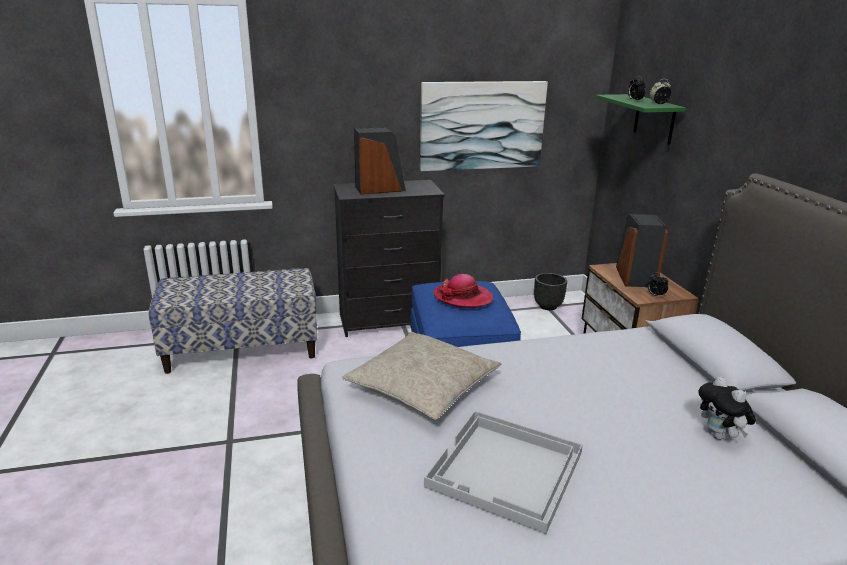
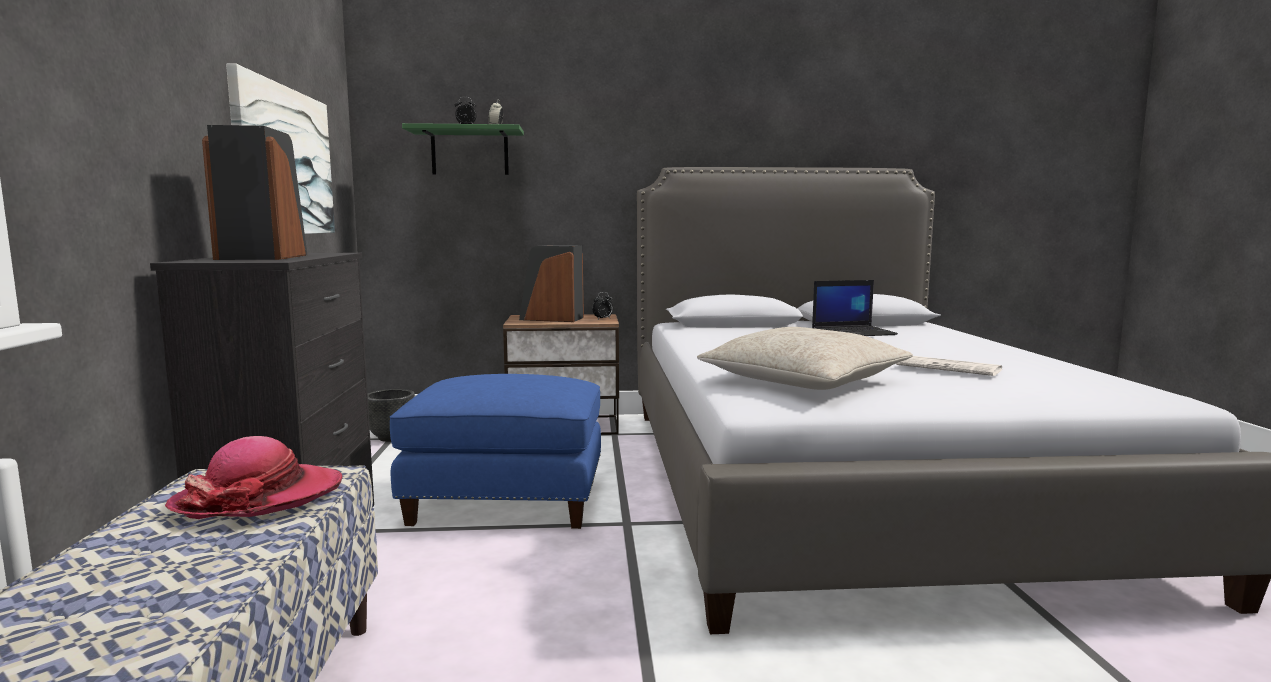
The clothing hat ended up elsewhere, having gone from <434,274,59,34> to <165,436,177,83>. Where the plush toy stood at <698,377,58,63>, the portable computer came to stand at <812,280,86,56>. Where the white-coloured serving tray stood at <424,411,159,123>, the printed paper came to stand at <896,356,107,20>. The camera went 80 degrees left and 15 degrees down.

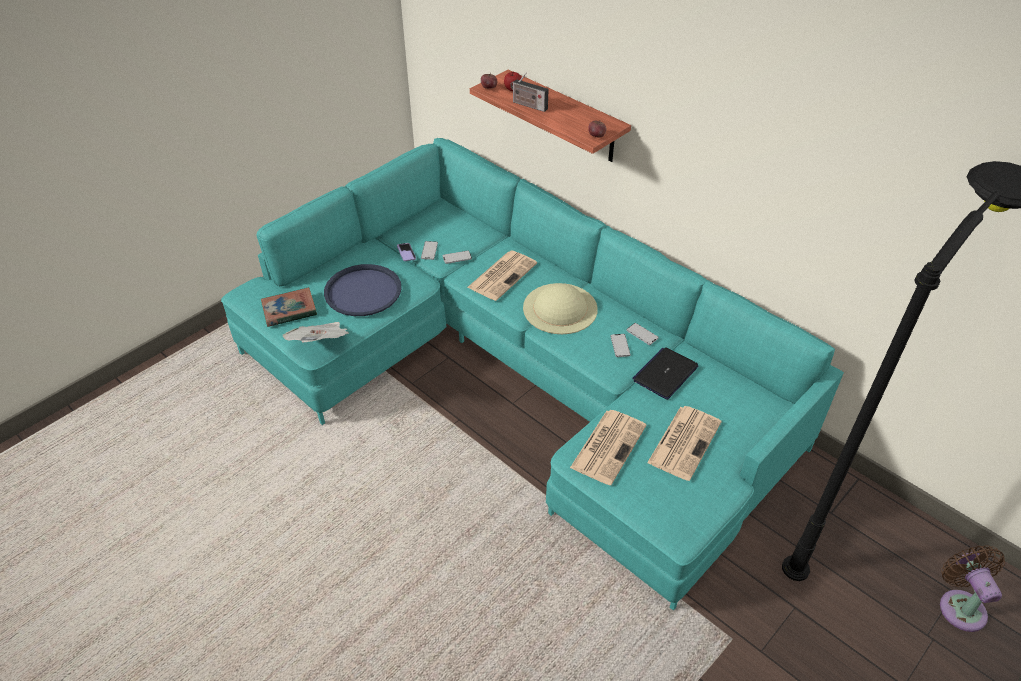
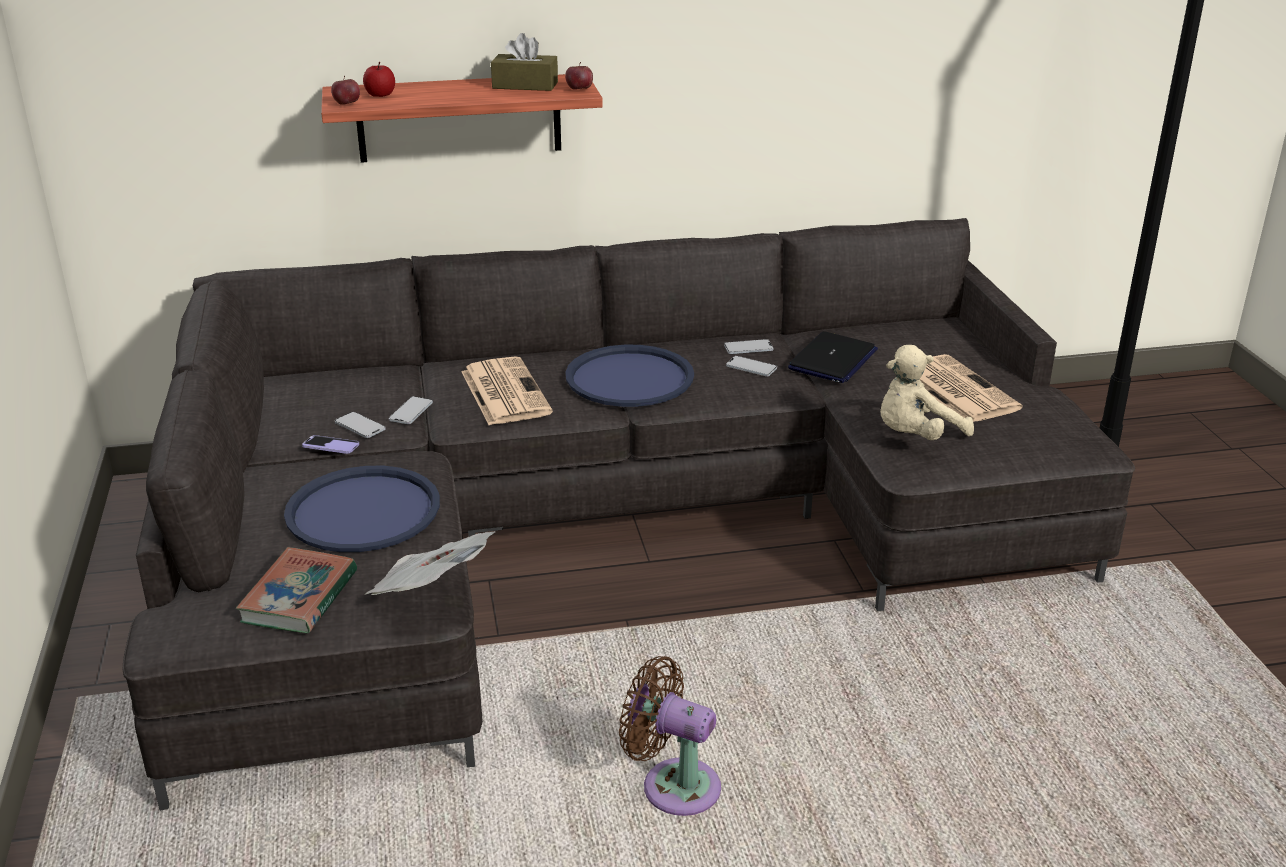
What was the turquoise-coloured settee at <221,138,623,472> turned into the greyish settee at <123,218,1012,593>. The second view gained the brownish tissue box at <491,33,67,58>. Where the beige clothing hat stood at <523,283,75,51>, the bluish serving tray came to stand at <565,345,129,62>. The brownish fan ended up elsewhere, having gone from <940,545,65,87> to <619,656,102,160>. The portable computer at <632,347,66,53> ended up facing another way, 135 degrees counterclockwise from before. Where the printed paper stood at <570,410,76,75>, the beige plush toy came to stand at <880,345,94,95>. The second view lost the radio receiver at <510,72,39,40>. The camera went 55 degrees left and 15 degrees down.

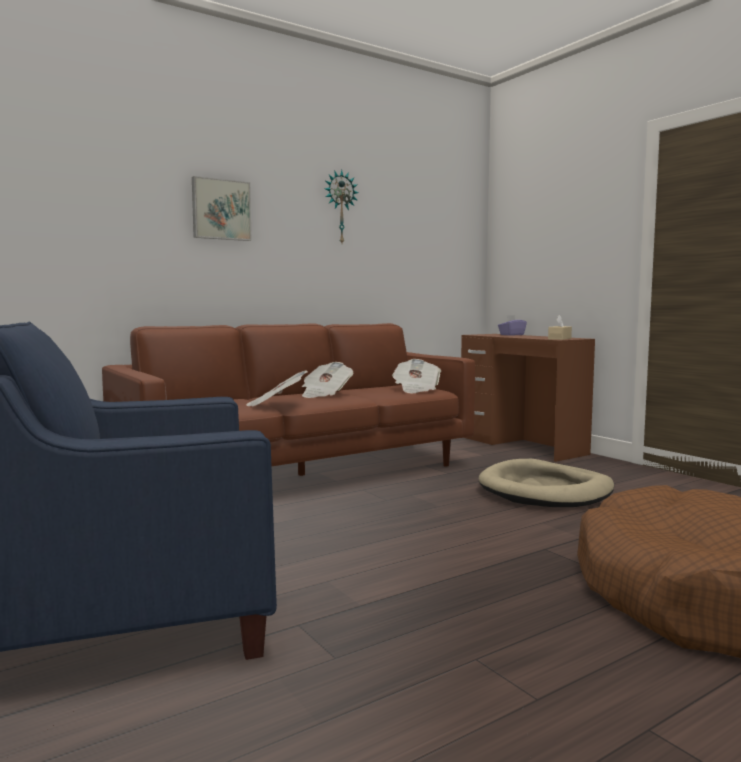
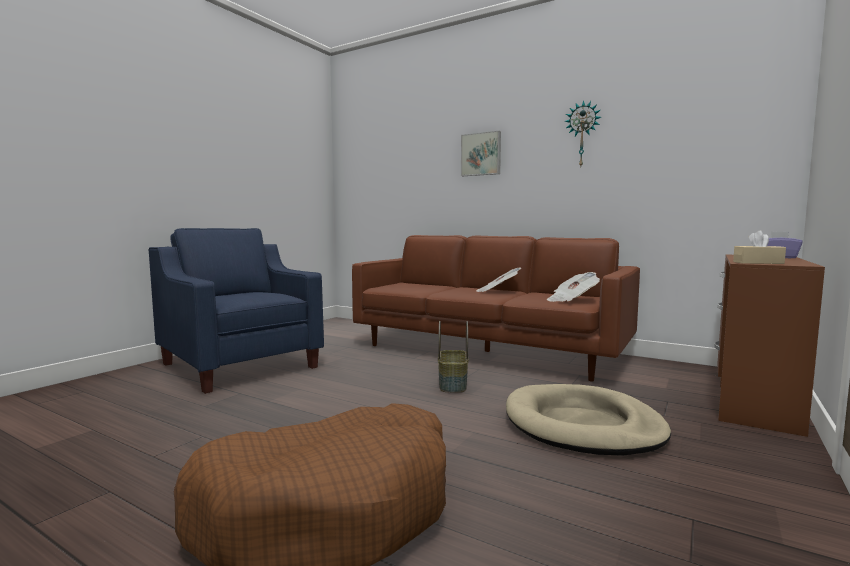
The second view gained the basket at <438,321,31,72>. The second view lost the printed paper at <246,370,62,37>. The camera went 65 degrees right and 0 degrees up.

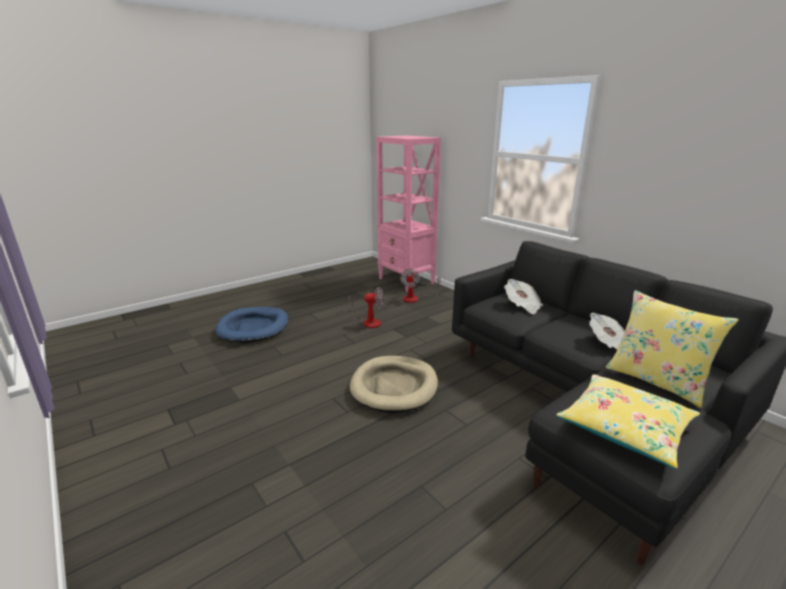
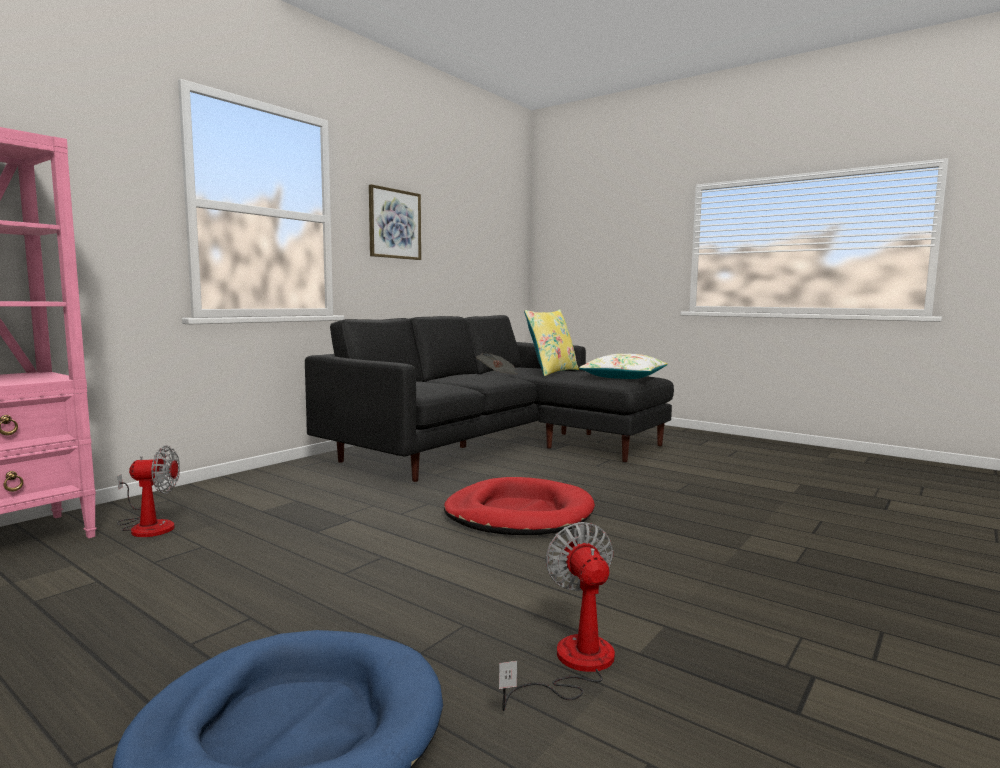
The second view gained the wall picture at <369,184,52,76>. What was the beige dog cushion at <350,356,88,57> turned into the red dog cushion at <444,477,151,58>. The fan ended up elsewhere, having gone from <349,287,34,41> to <499,522,116,189>. What was the yellow-coloured cushion at <556,374,144,95> turned into the white-coloured cushion at <579,354,89,25>. The second view lost the printed paper at <504,279,39,35>. The camera went 105 degrees left and 15 degrees down.

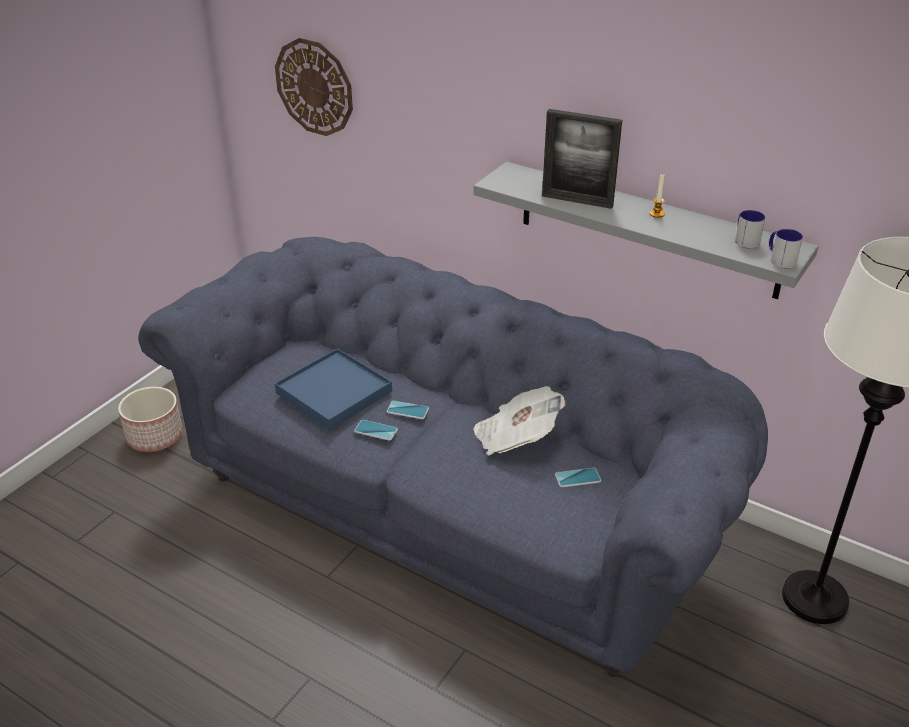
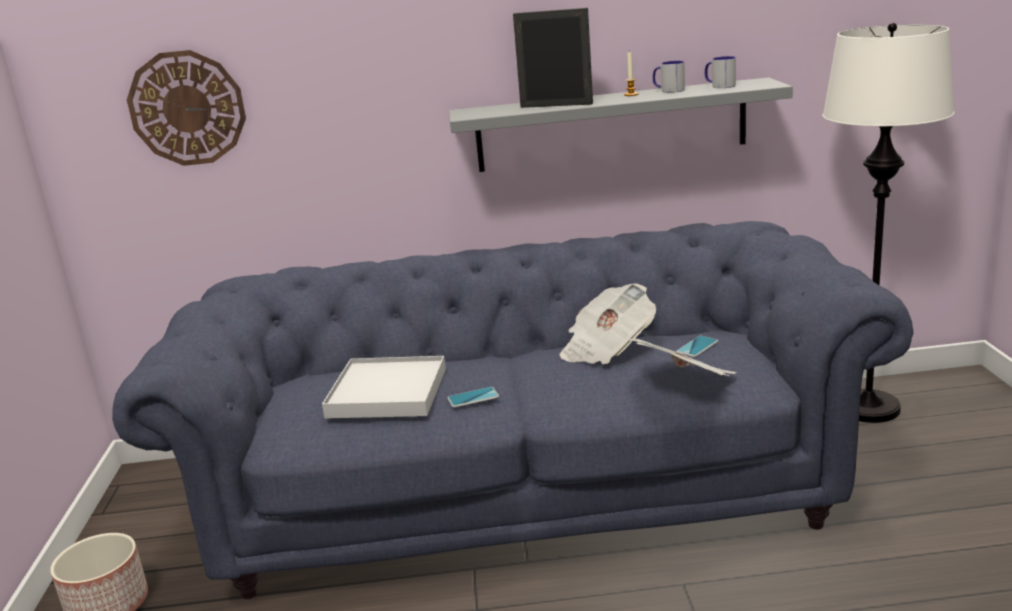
What was the bluish serving tray at <275,348,117,82> turned into the white-coloured serving tray at <322,356,124,62>. The picture frame at <542,109,80,100> ended up facing another way, 150 degrees counterclockwise from before. The second view gained the printed paper at <629,338,107,38>. The tea mug ended up elsewhere, having gone from <769,229,34,40> to <653,61,32,32>. The second view lost the telephone at <387,401,42,18>. The camera went 35 degrees left and 15 degrees down.

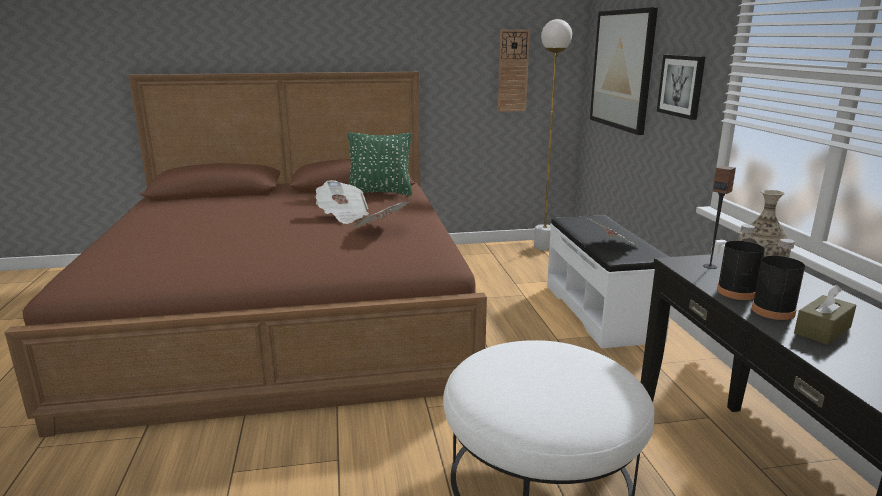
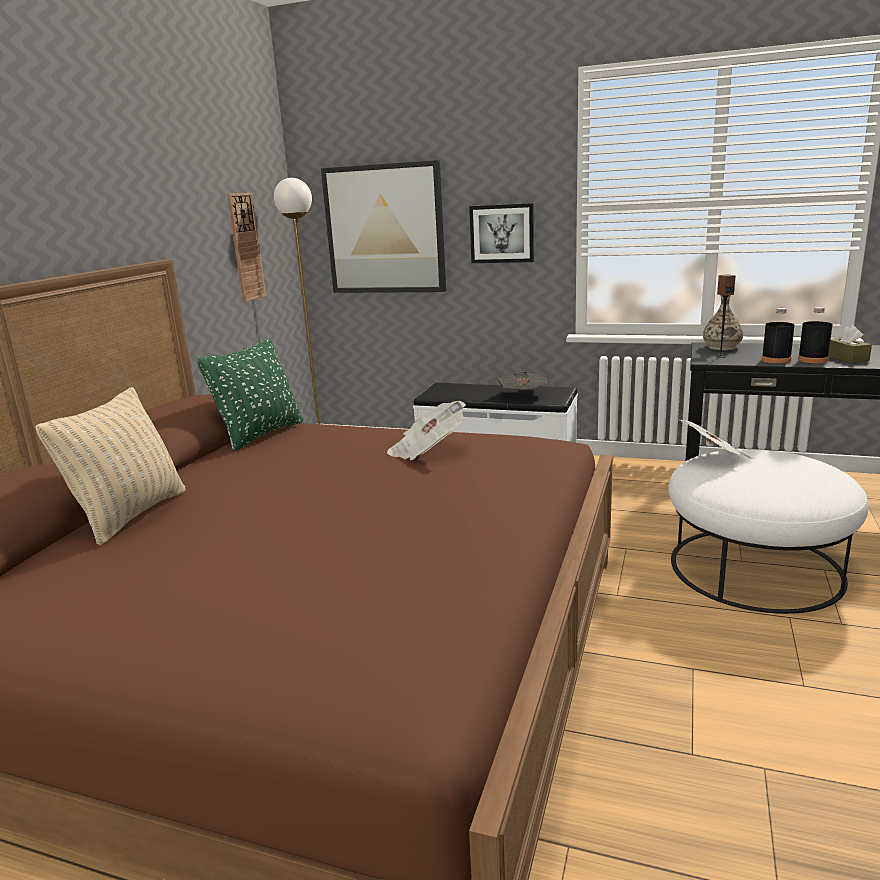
The second view gained the beige cushion at <35,387,151,159>. The printed paper ended up elsewhere, having gone from <316,180,53,44> to <680,420,75,39>. The camera went 60 degrees left and 0 degrees up.

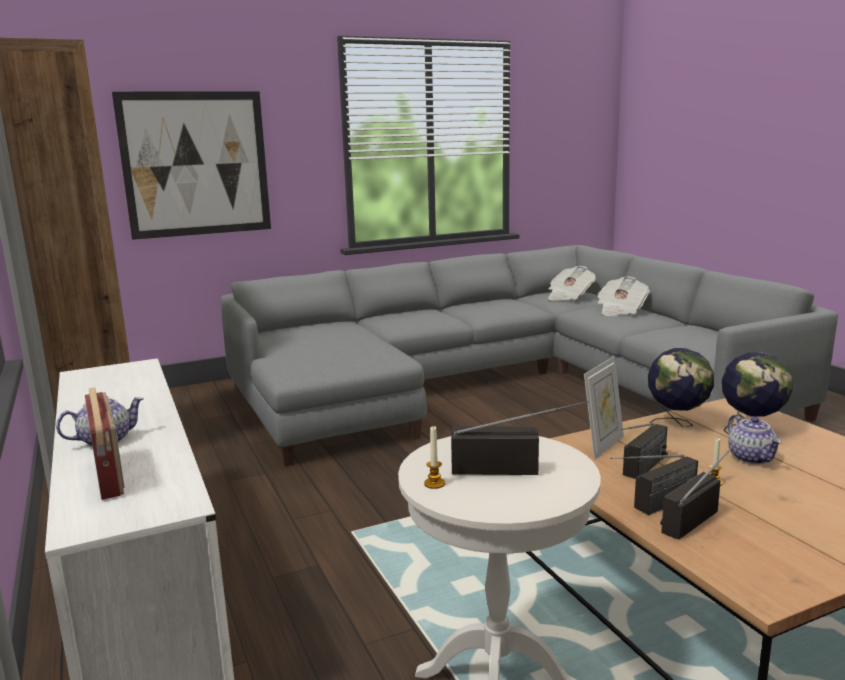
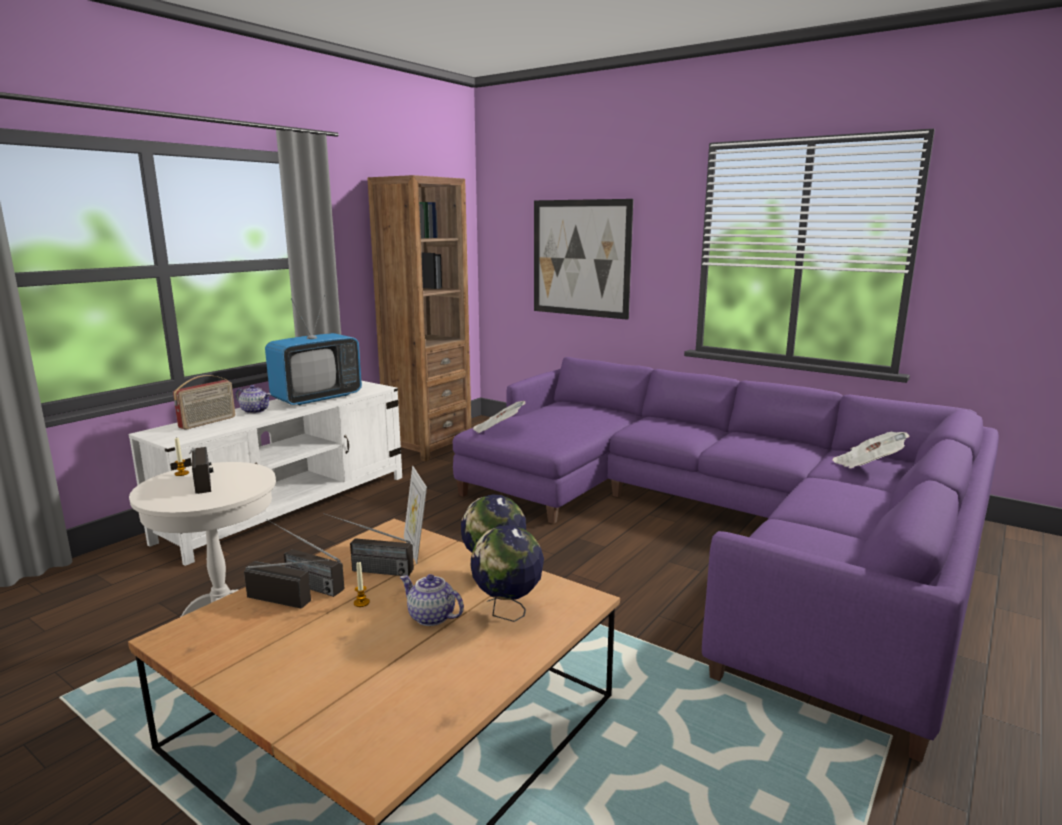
The second view gained the TV at <265,295,97,111>. The tea pot at <728,414,54,50> ended up facing another way, 75 degrees clockwise from before. The picture frame at <584,356,40,104> ended up facing another way, 60 degrees clockwise from before. What was the greyish settee at <221,245,617,221> turned into the purplish settee at <453,357,546,405>. The printed paper ended up elsewhere, having gone from <597,276,53,40> to <473,401,52,32>. The camera went 60 degrees right and 0 degrees up.

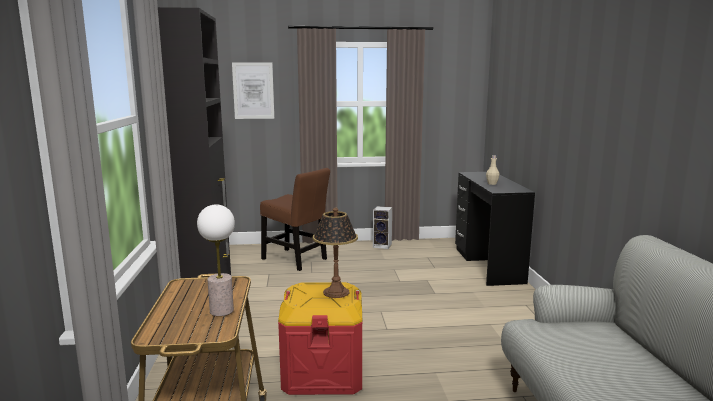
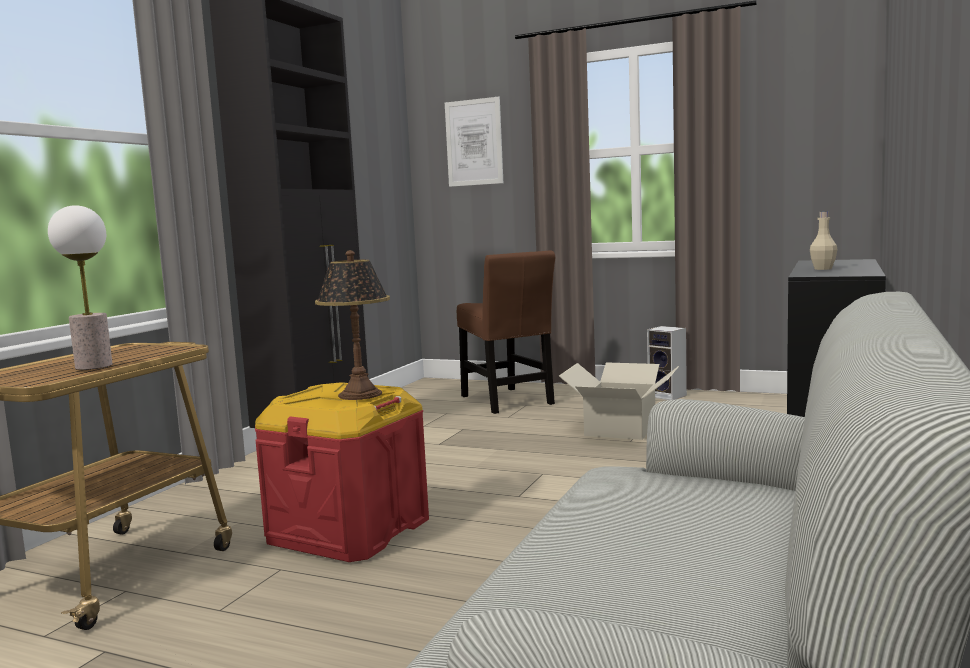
The second view gained the cardboard box at <559,362,120,78>. The camera went 30 degrees right and 5 degrees down.

